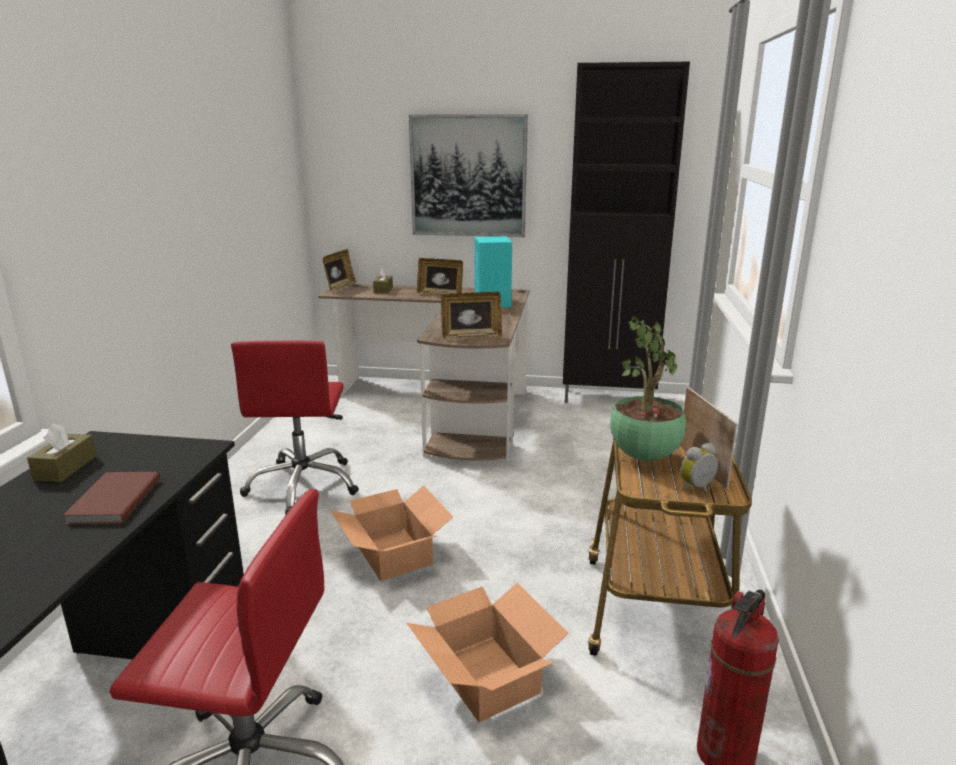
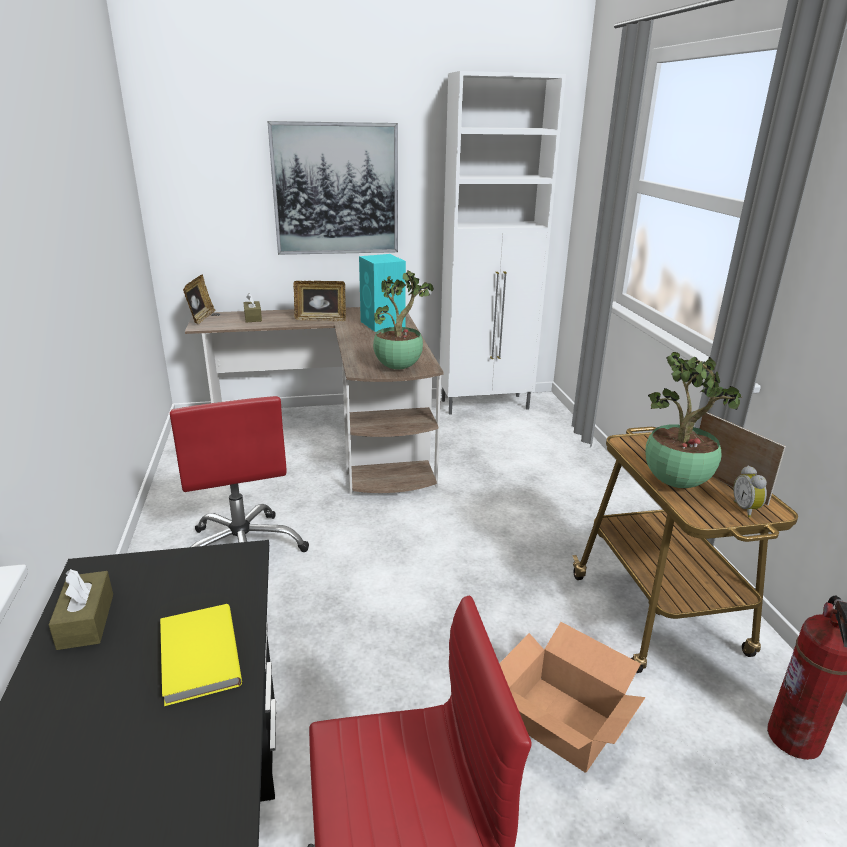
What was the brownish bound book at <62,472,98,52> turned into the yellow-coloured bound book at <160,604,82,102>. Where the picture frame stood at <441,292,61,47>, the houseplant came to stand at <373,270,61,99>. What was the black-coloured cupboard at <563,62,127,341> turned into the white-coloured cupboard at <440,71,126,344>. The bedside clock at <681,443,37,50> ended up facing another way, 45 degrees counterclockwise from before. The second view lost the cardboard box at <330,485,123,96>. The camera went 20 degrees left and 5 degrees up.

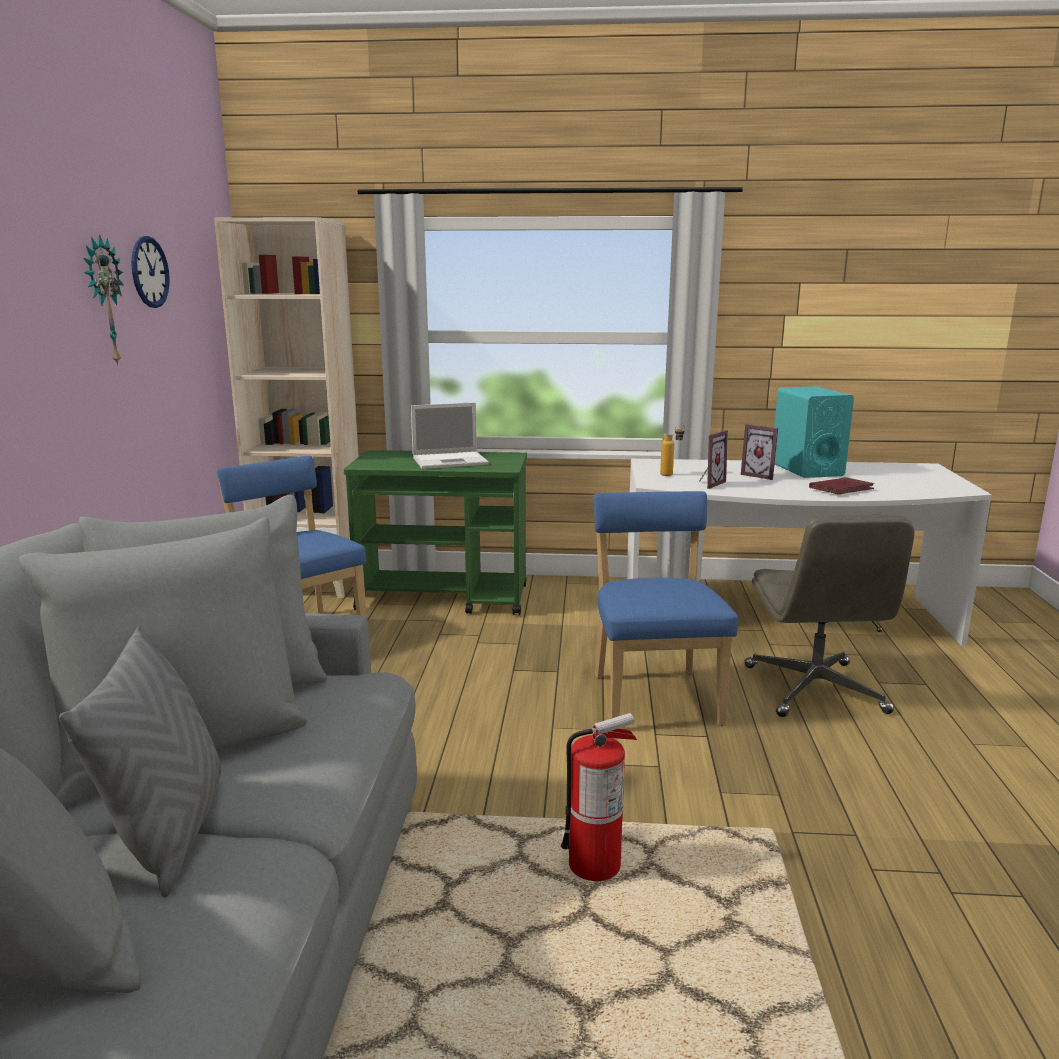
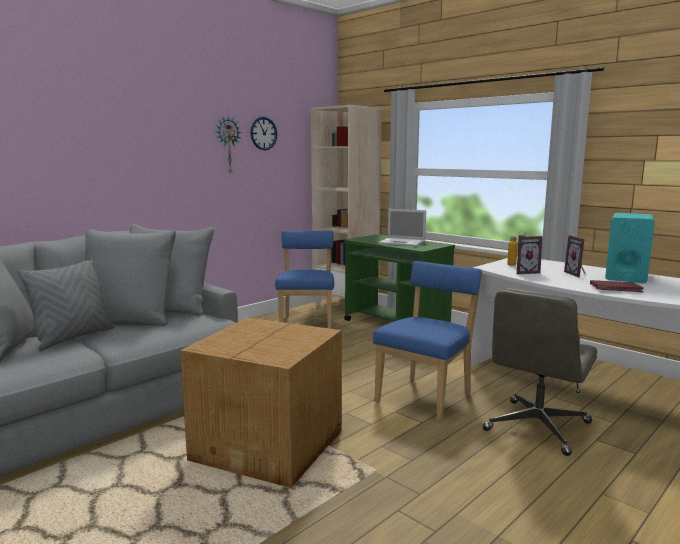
Where the extinguisher stood at <561,713,76,168>, the cardboard box came to stand at <180,317,162,171>. The camera went 40 degrees right and 5 degrees down.

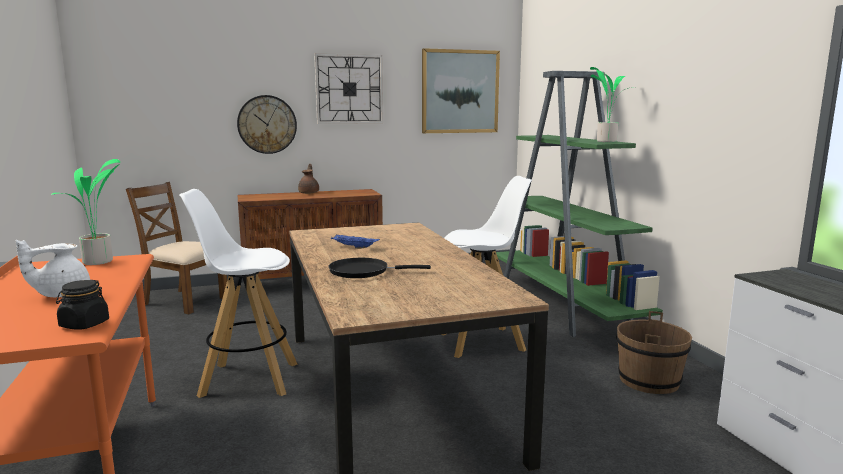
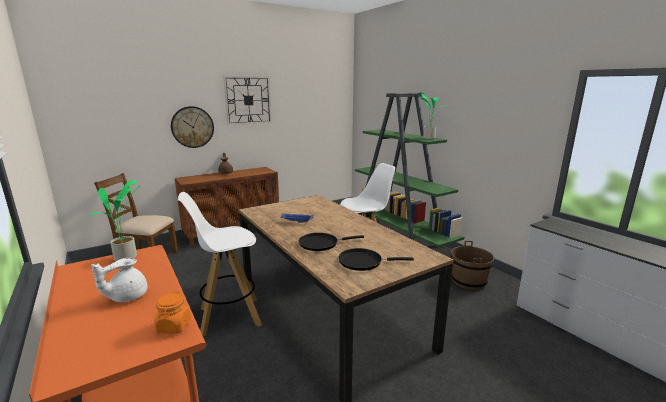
What was the black-coloured jar at <56,280,53,50> turned into the orange jar at <154,292,37,42>. The second view gained the black-coloured frying pan at <338,248,76,23>. The second view lost the wall picture at <422,48,78,85>. The camera went 15 degrees left and 5 degrees up.

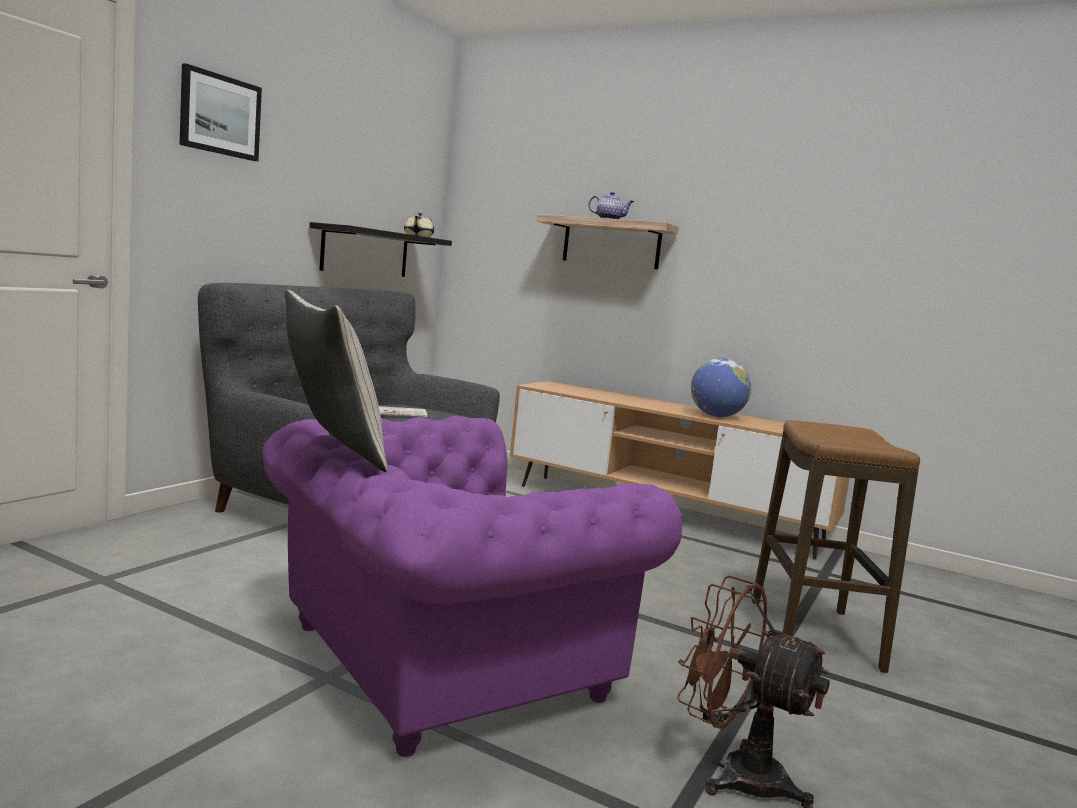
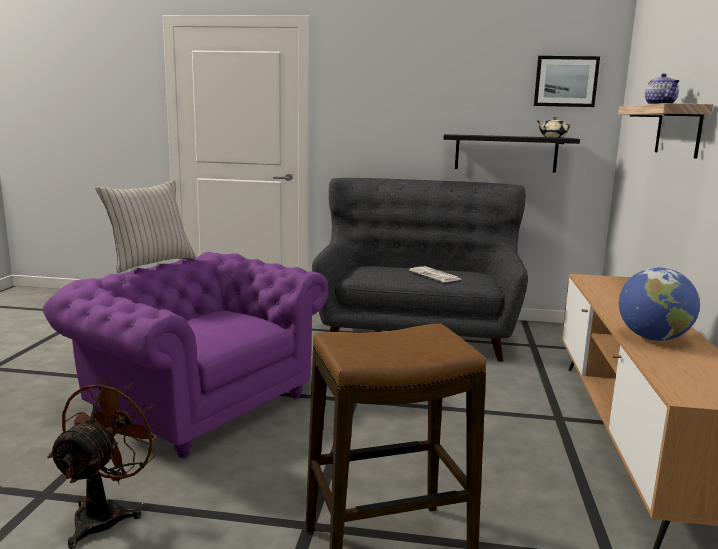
The wall picture ended up elsewhere, having gone from <180,63,82,98> to <534,56,66,51>. The camera went 70 degrees right and 5 degrees up.

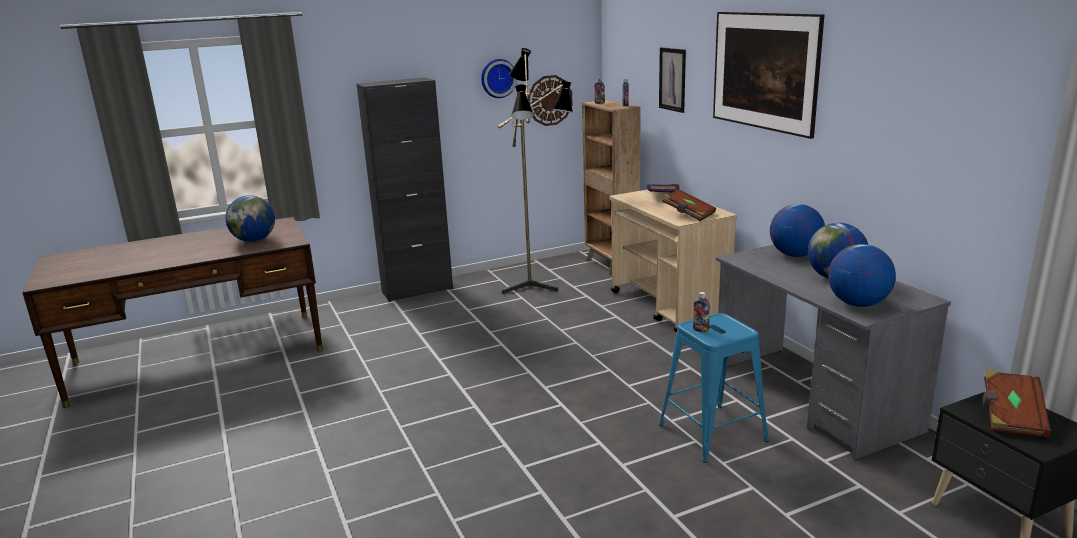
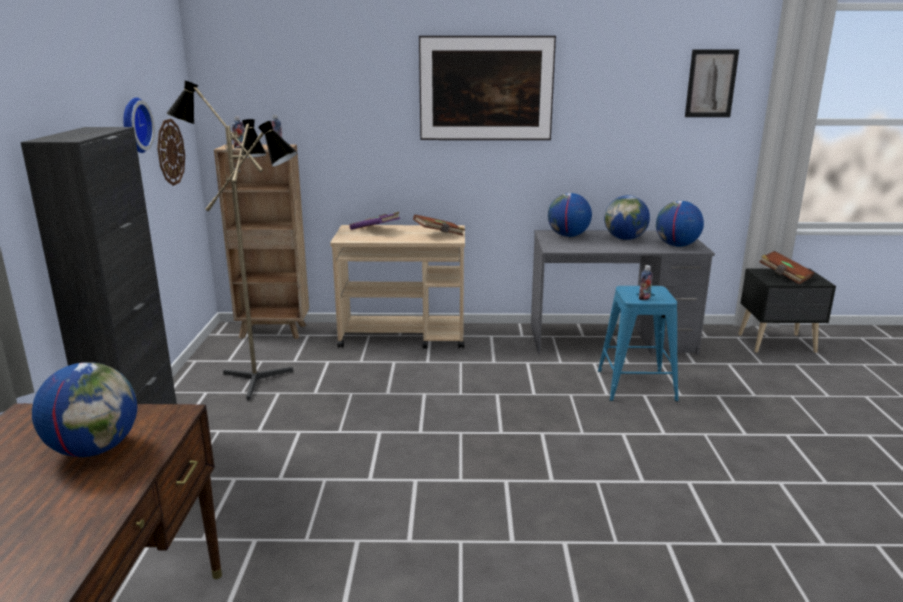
The wall picture ended up elsewhere, having gone from <659,47,27,66> to <685,50,54,67>. The camera went 65 degrees left and 0 degrees up.

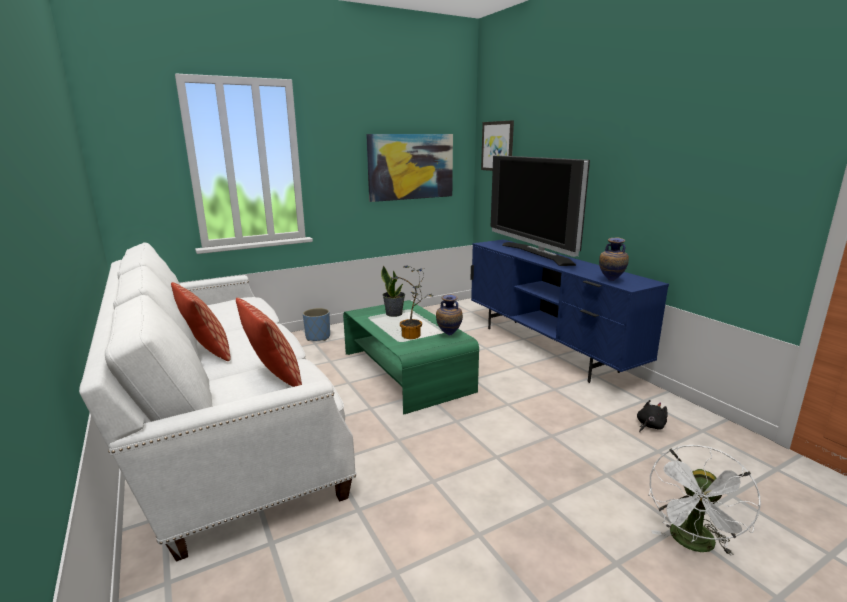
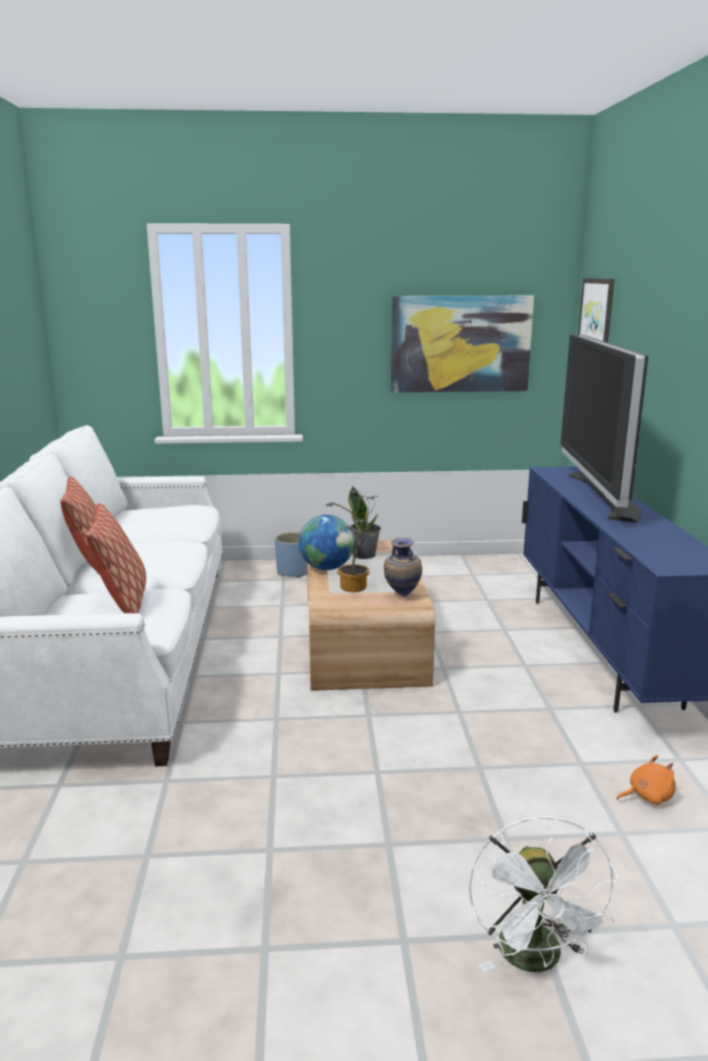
The second view gained the globe at <299,515,55,55>. What was the green-coloured coffee table at <343,300,136,114> turned into the brownish coffee table at <307,540,128,151>. The white-coloured fan at <649,445,112,111> ended up facing another way, 60 degrees counterclockwise from before. What was the black-coloured plush toy at <637,400,31,32> turned into the orange plush toy at <617,755,59,50>. The second view lost the decorative vase at <599,238,30,43>. The camera went 25 degrees right and 0 degrees up.

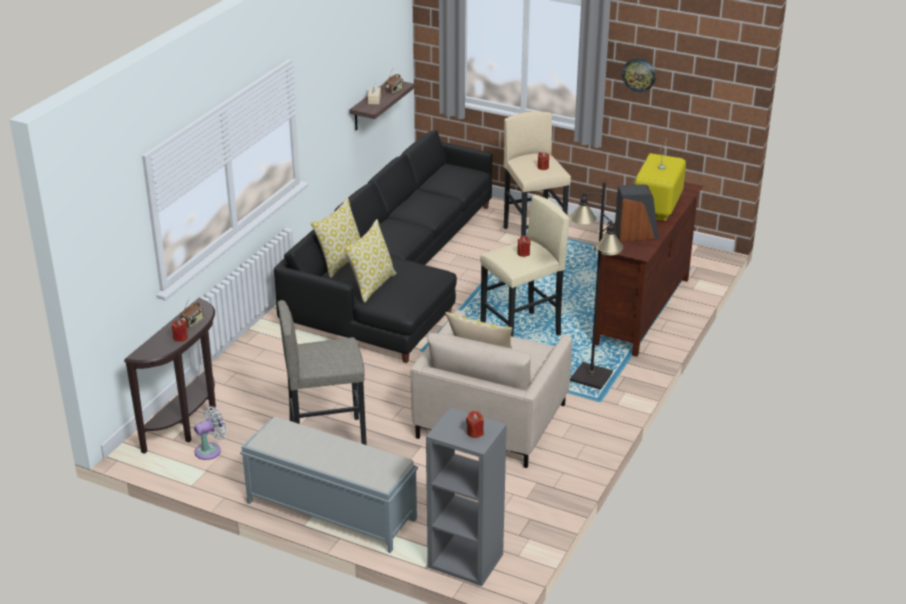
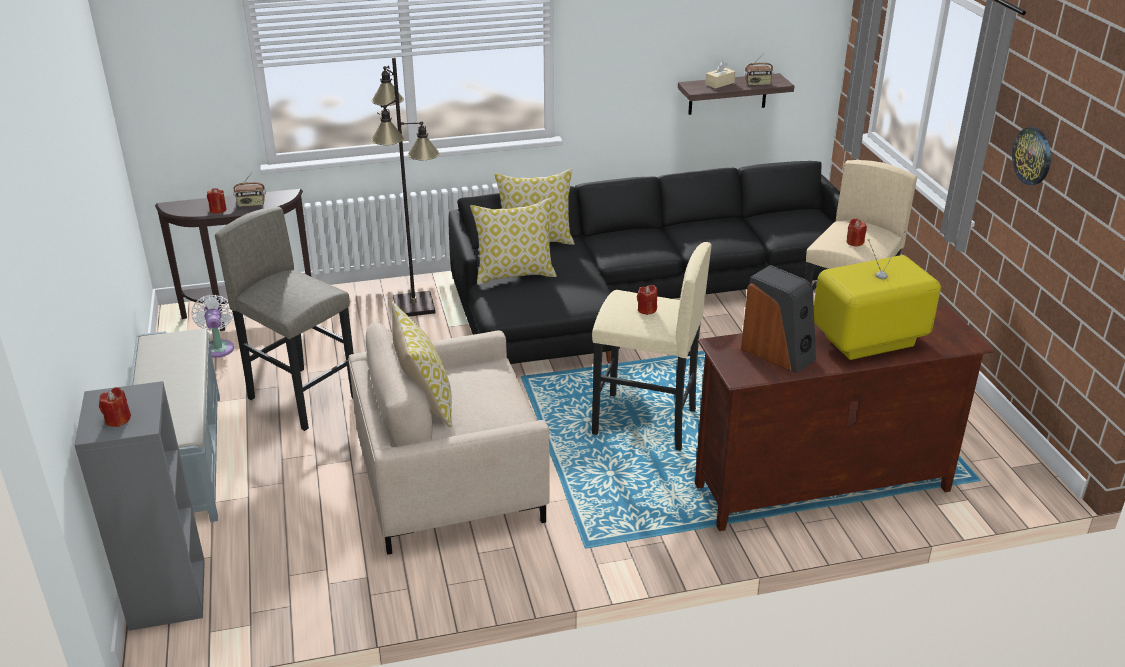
The white-coloured fan at <194,406,33,54> ended up facing another way, 120 degrees counterclockwise from before. The black-coloured standing lamp ended up elsewhere, having gone from <569,181,54,209> to <371,57,69,260>. The camera went 50 degrees right and 0 degrees up.

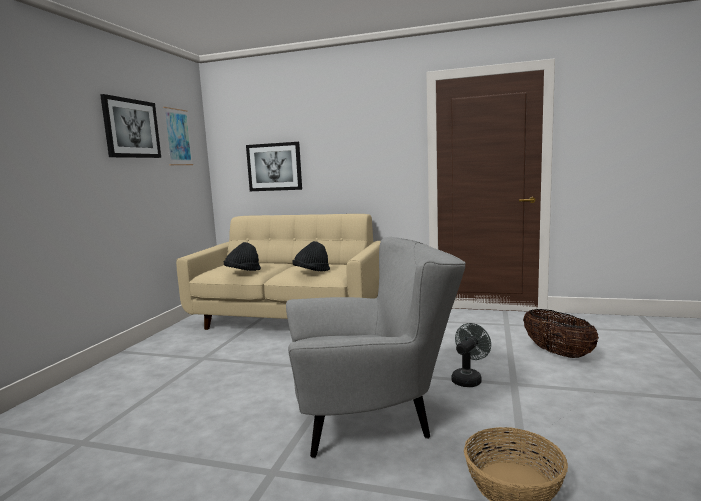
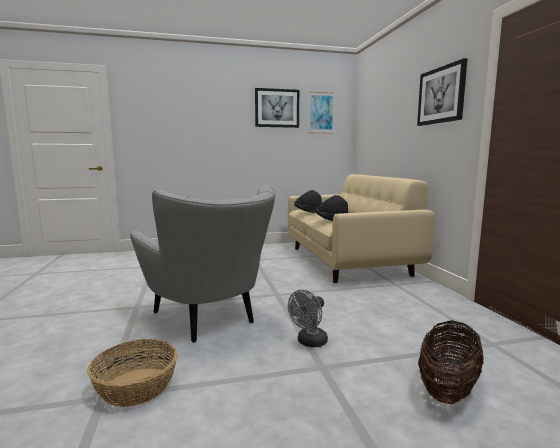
The greyish fan at <451,323,40,64> ended up facing another way, 120 degrees clockwise from before. The wall picture ended up elsewhere, having gone from <246,142,56,49> to <417,58,51,68>. The camera went 60 degrees right and 0 degrees up.

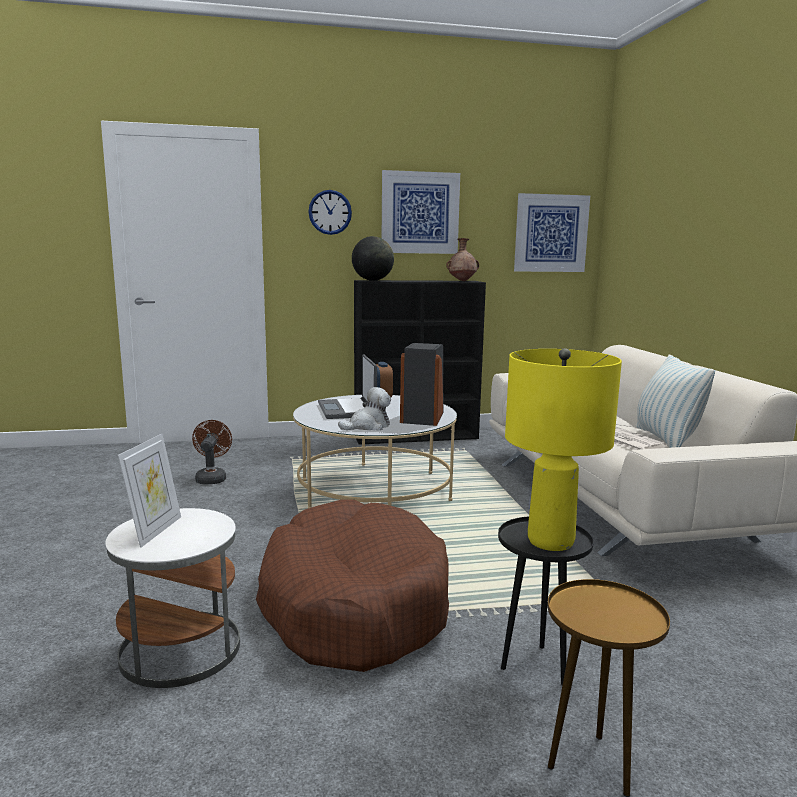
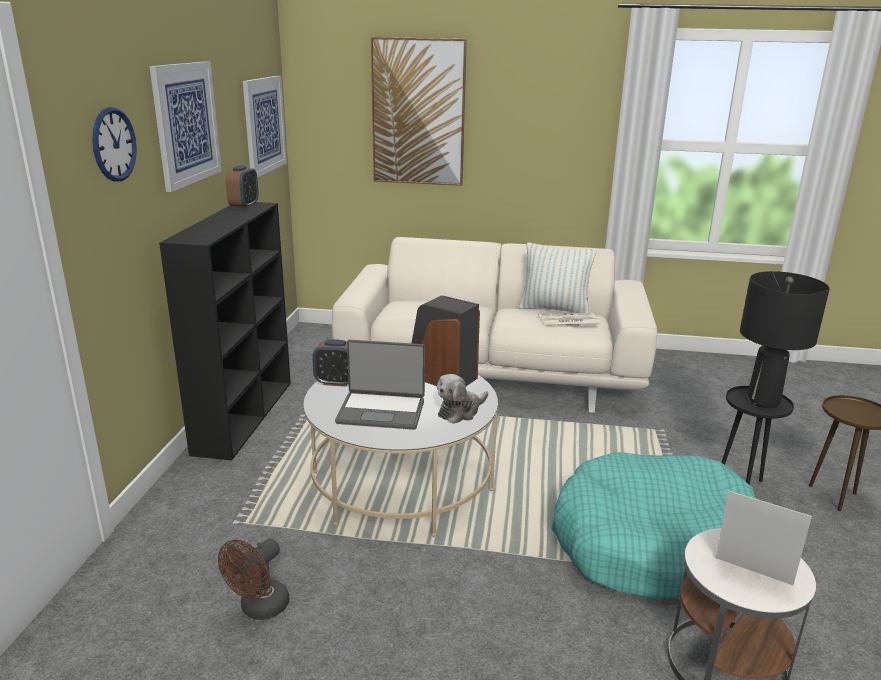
The brownish fan at <192,420,40,64> ended up facing another way, 75 degrees counterclockwise from before. Where the brownish decorative vase stood at <446,238,33,43>, the bedside clock came to stand at <225,165,33,44>. The second view gained the wall picture at <371,37,96,149>. The plush toy at <338,387,53,44> ended up facing another way, 120 degrees counterclockwise from before. What was the brownish dog cushion at <256,499,193,173> turned into the turquoise-coloured dog cushion at <551,452,208,148>. What was the yellow-coloured table lamp at <505,348,117,203> turned into the black-coloured table lamp at <740,271,90,137>. The second view lost the globe at <352,236,42,45>. The camera went 70 degrees left and 10 degrees up.

